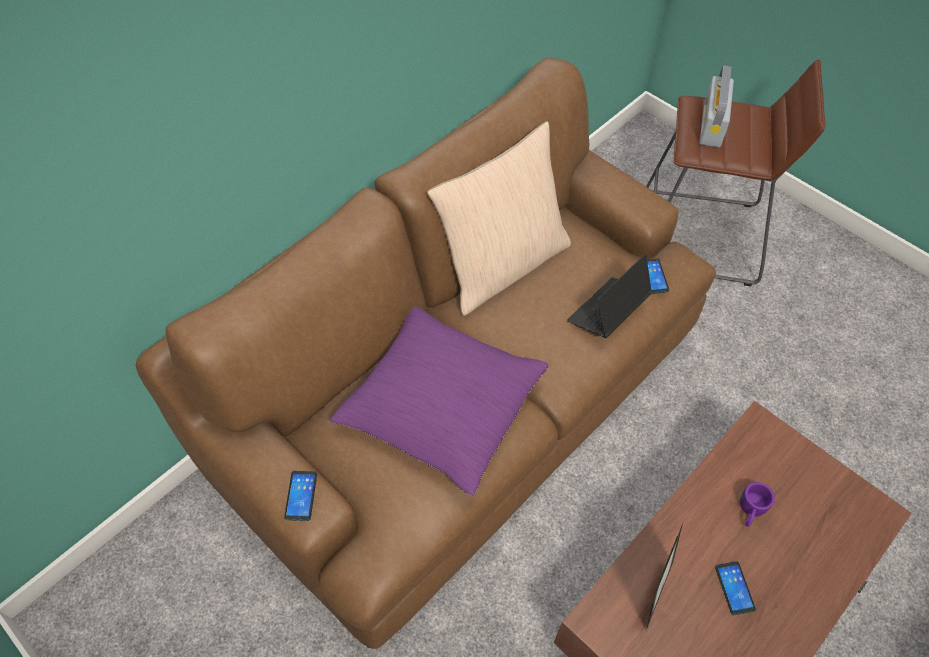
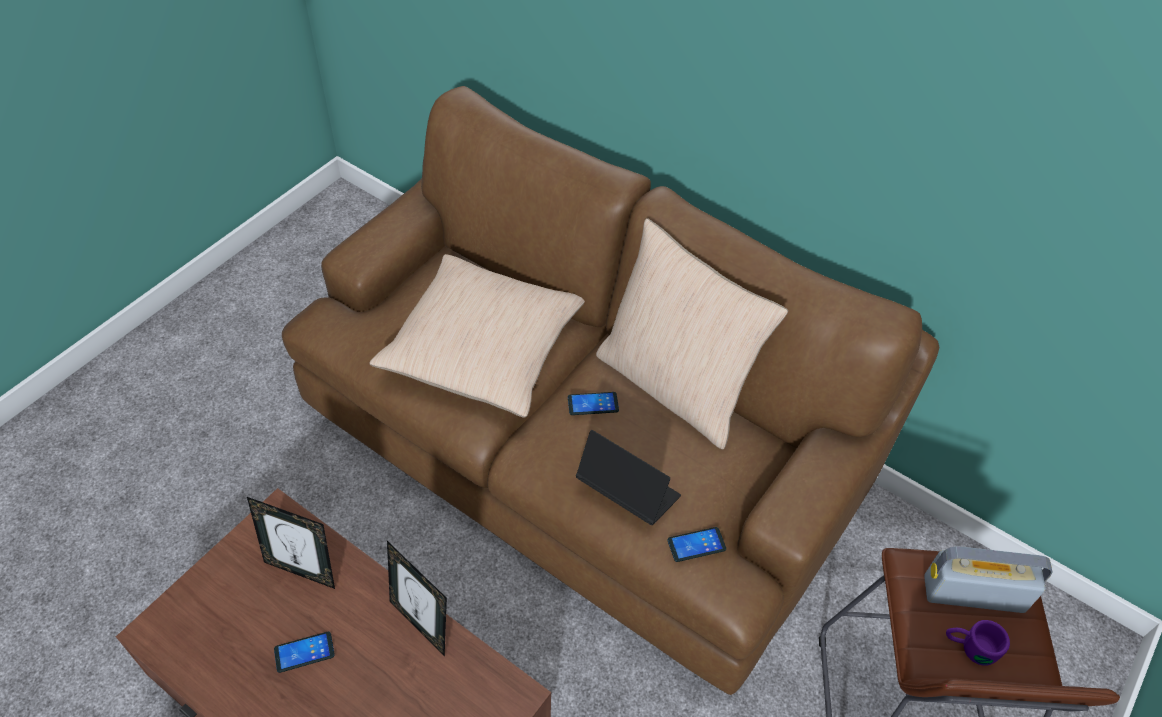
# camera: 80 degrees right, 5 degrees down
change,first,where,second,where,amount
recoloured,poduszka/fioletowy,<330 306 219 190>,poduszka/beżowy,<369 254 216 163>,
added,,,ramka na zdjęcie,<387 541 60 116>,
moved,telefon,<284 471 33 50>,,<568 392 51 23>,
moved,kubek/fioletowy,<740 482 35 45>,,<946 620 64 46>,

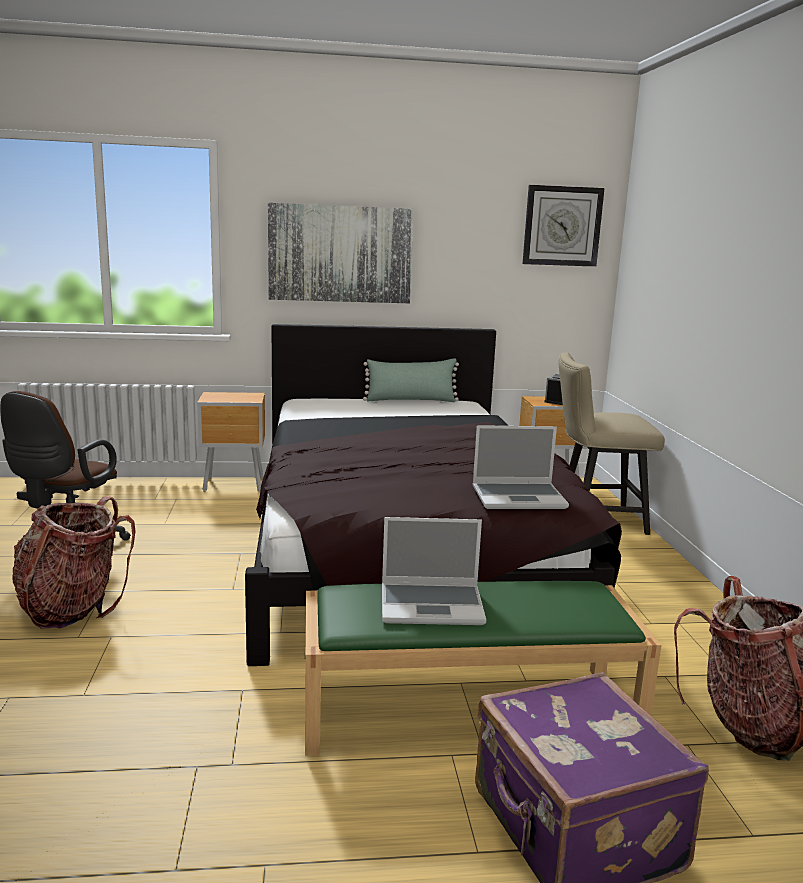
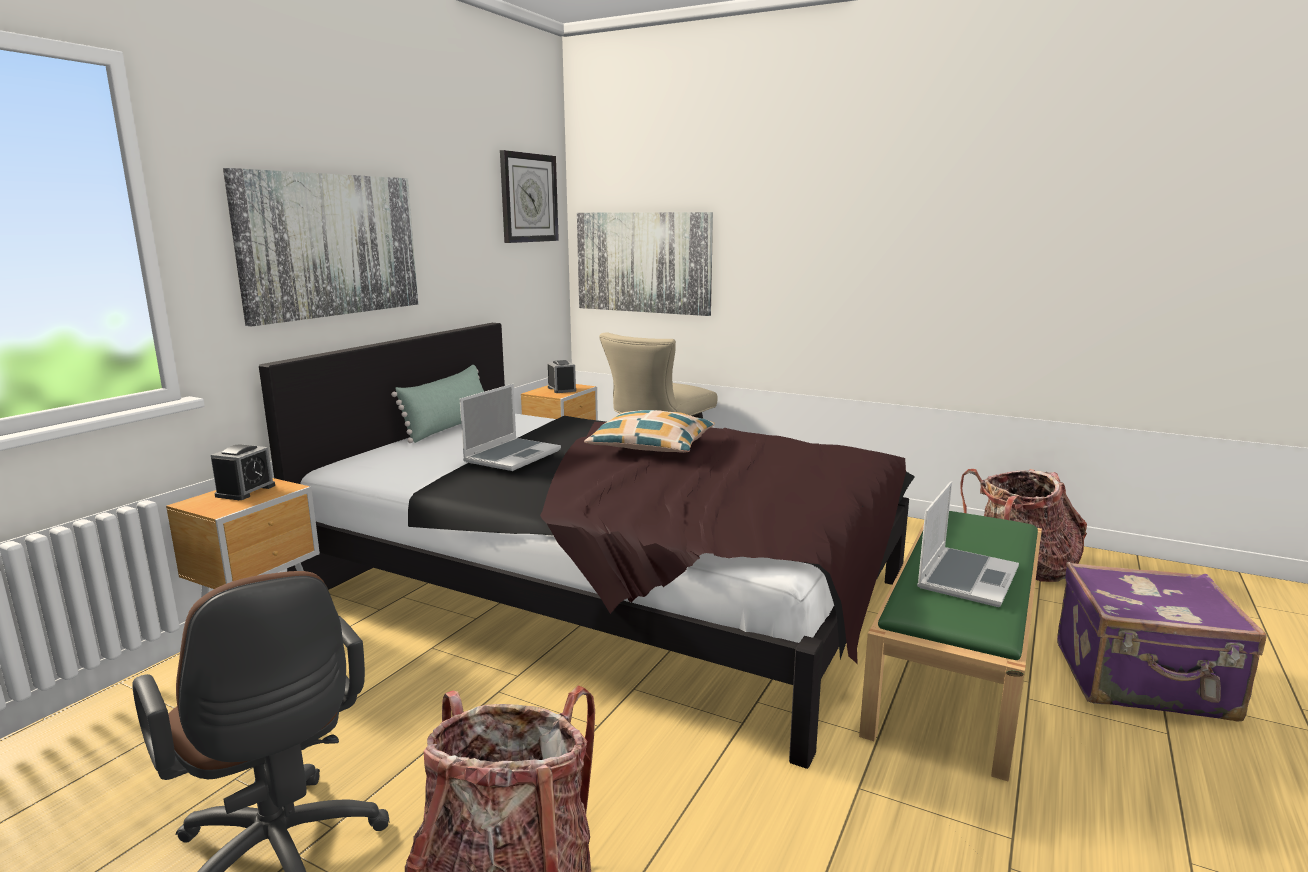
# camera: 55 degrees left, 0 degrees up
change,first,where,second,where,amount
added,,,budzik,<211 444 64 56>,
moved,laptop,<472 425 97 84>,,<460 384 101 87>,
added,,,obraz,<577 212 136 104>,
added,,,poduszka,<584 410 131 43>,

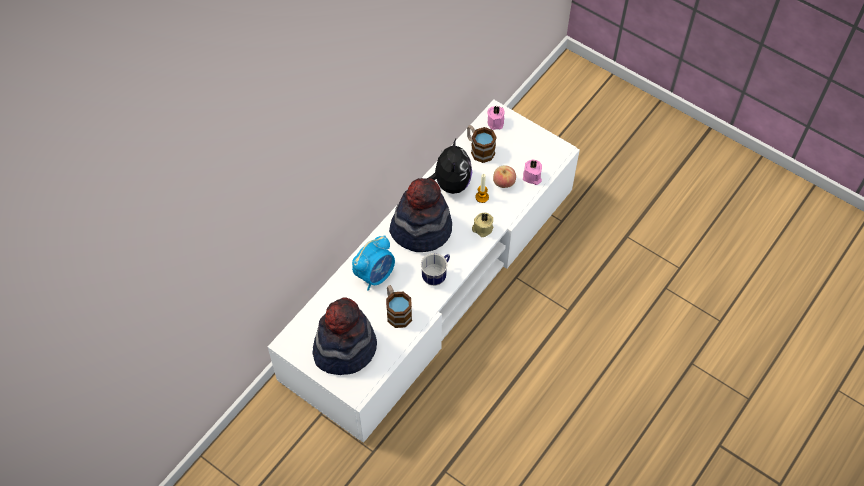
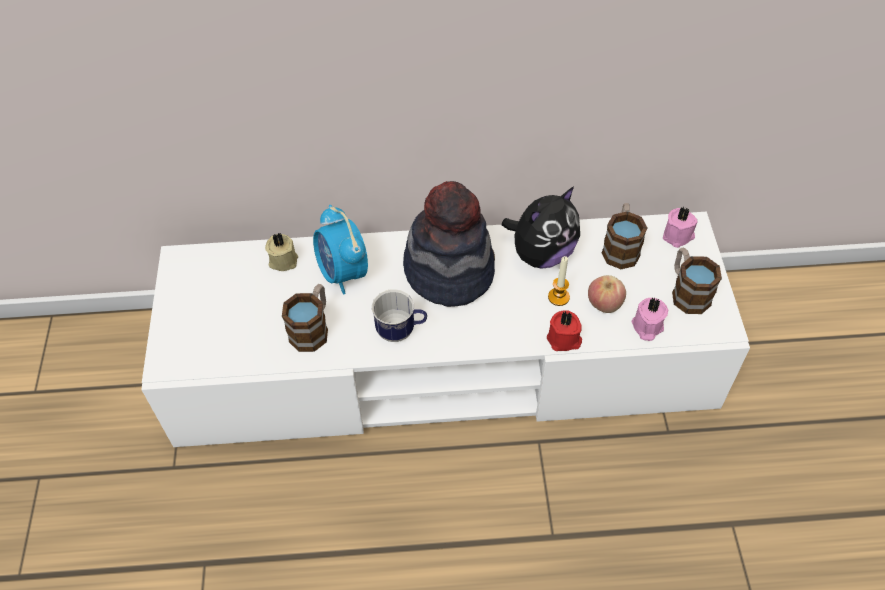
# camera: 50 degrees right, 5 degrees down
change,first,where,second,where,amount
moved,świeca/beżowy,<472 213 21 24>,,<265 233 33 38>,
turned,budzik,<352 235 43 56>,,<313 205 55 89>,60 degrees clockwise
added,,,świeca/czerwony,<547 311 35 40>,
added,,,kubek,<672 248 50 66>,
removed,kapelusz,<312 297 65 78>,,,

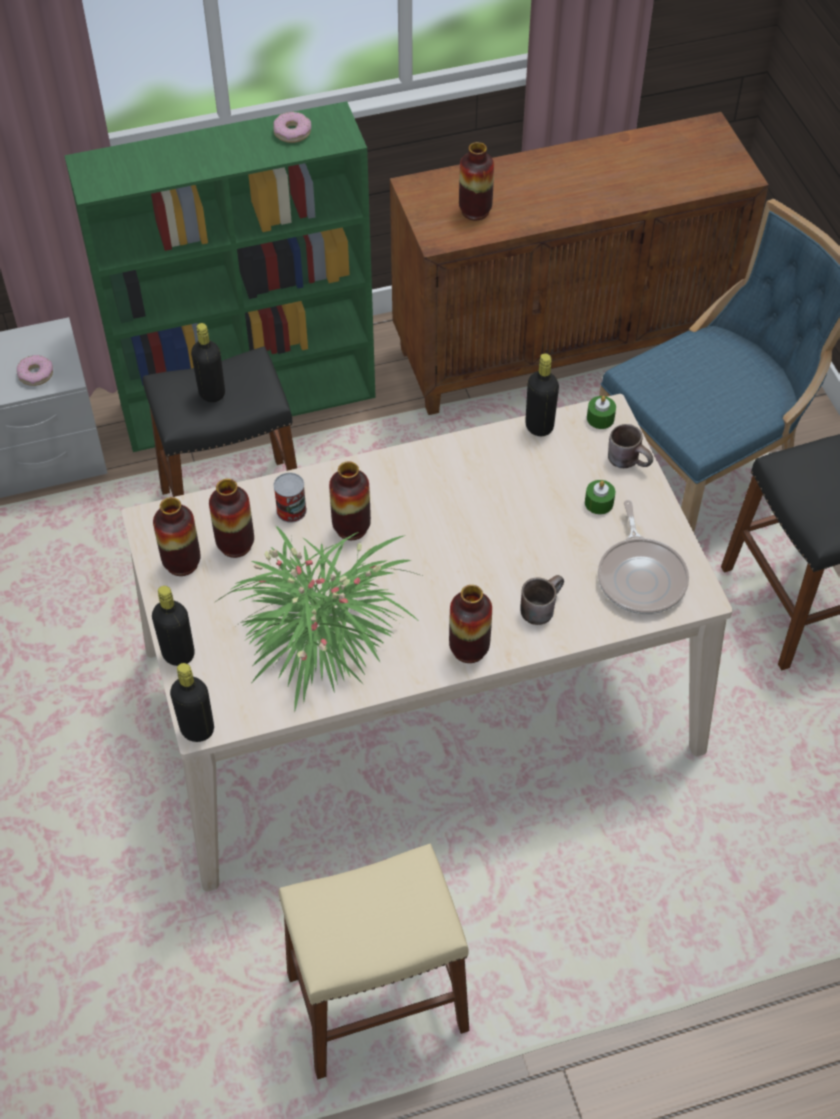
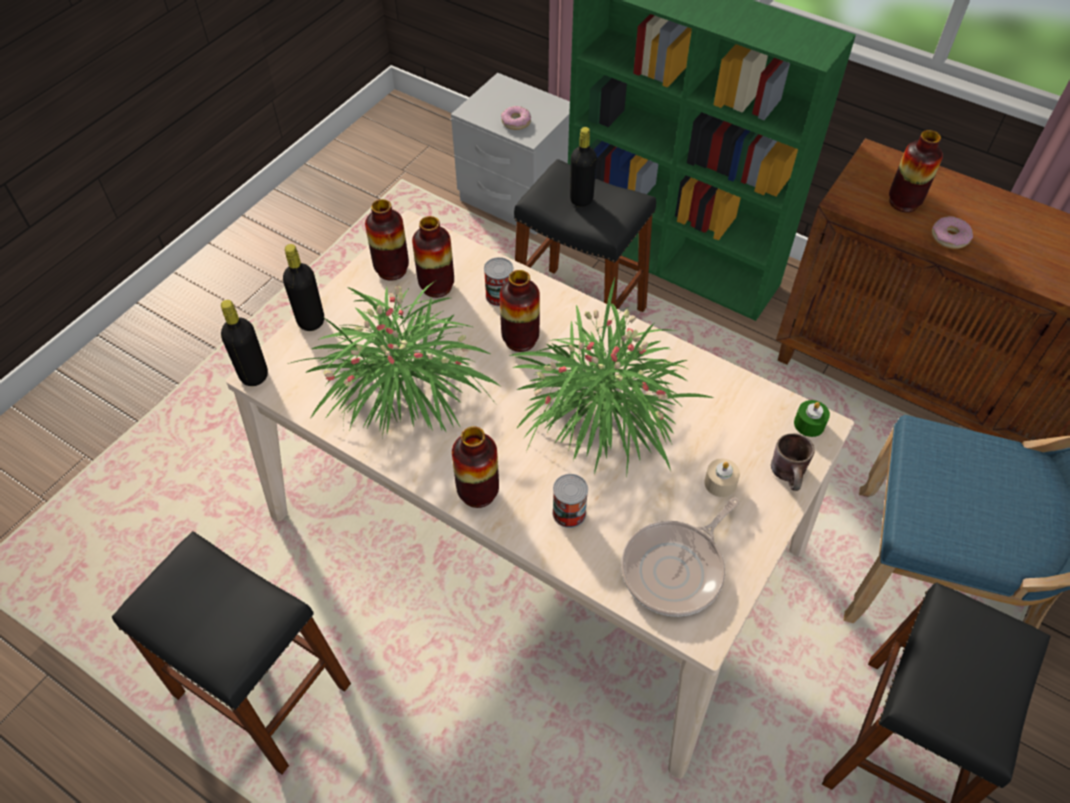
# camera: 50 degrees right, 0 degrees up
change,first,where,second,where,amount
recoloured,stołek/beżowy,<278 844 191 235>,stołek/czarny,<112 531 239 243>,
added,,,roślina doniczkowa,<509 278 204 202>,
replaced,kubek/brązowy,<520 575 44 50>,puszka,<552 474 36 54>,
recoloured,świeca/zielony,<585 480 30 34>,świeca/beżowy,<704 459 36 38>,
moved,donut,<273 112 38 31>,,<932 216 41 33>,
removed,butelka/czarny,<525 353 34 83>,,,

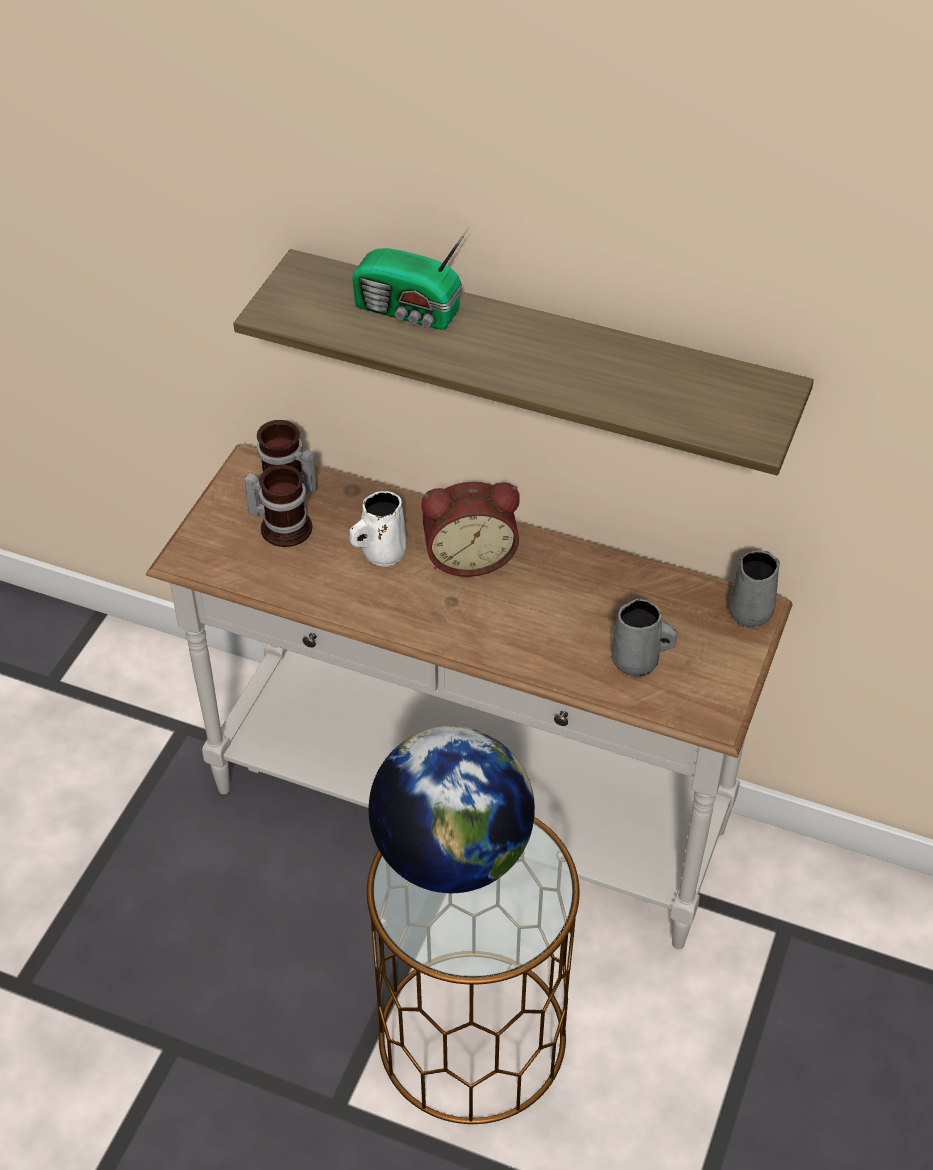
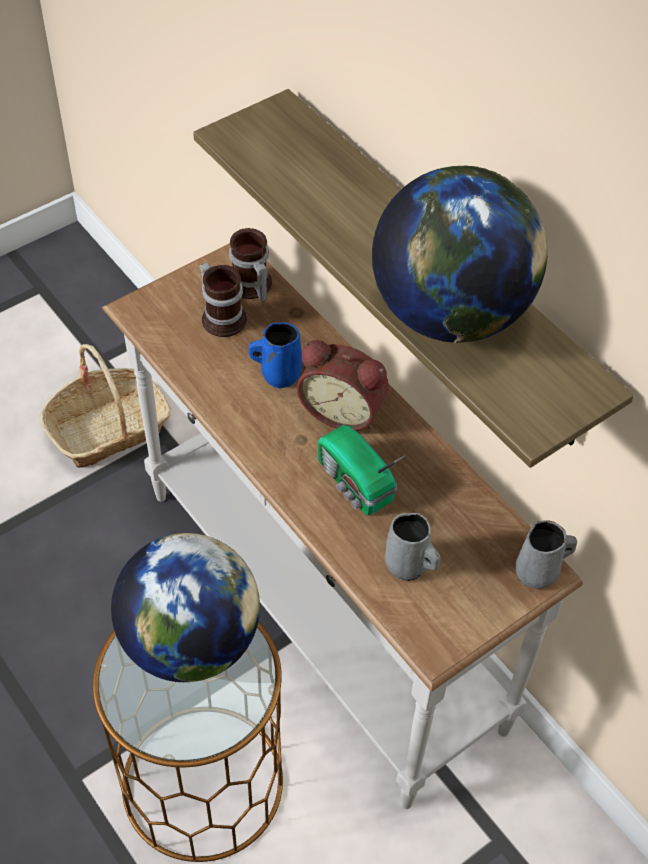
# camera: 30 degrees right, 5 degrees up
change,first,where,second,where,amount
added,,,koszyk,<39 344 132 124>,
recoloured,kubek/biały,<350 491 57 76>,kubek/niebieski,<249 322 53 66>,
moved,radio,<352 227 117 103>,,<318 425 88 91>,
added,,,globus,<372 166 175 177>,

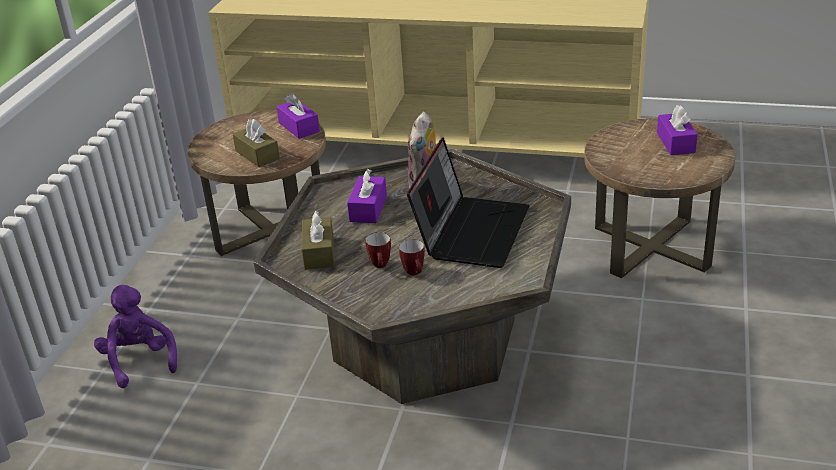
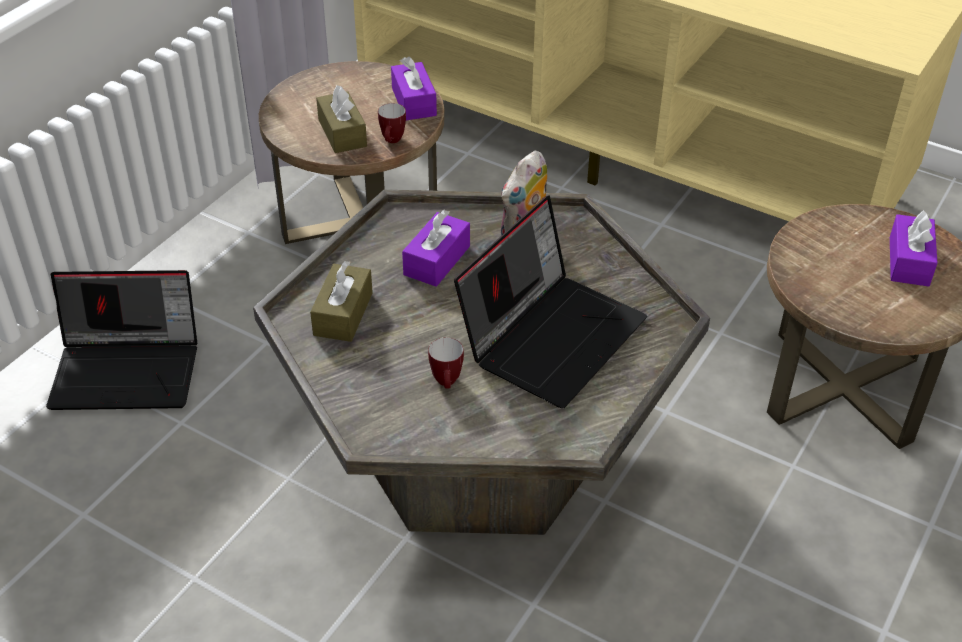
# camera: 15 degrees right, 10 degrees up
change,first,where,second,where,amount
replaced,pluszak/fioletowy,<94 285 83 103>,laptop,<46 270 151 140>,
moved,kubek,<365 232 26 36>,,<378 103 28 40>,

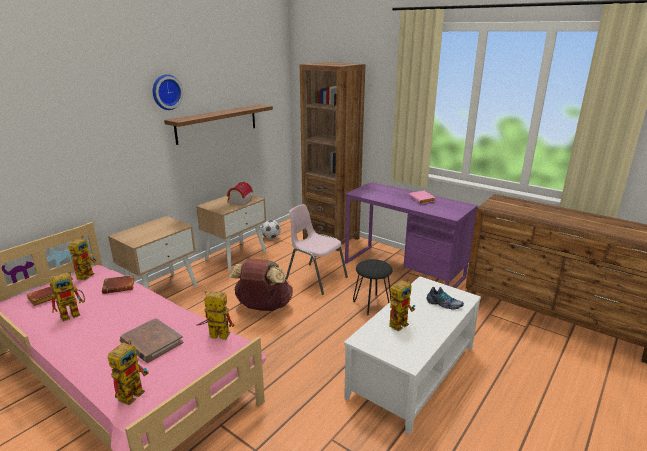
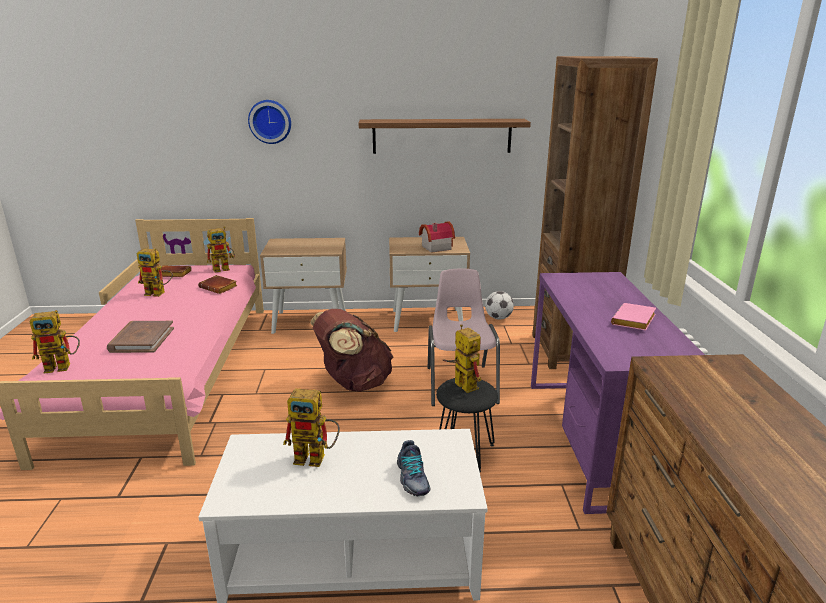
# camera: 50 degrees right, 0 degrees up
change,first,where,second,where,amount
moved,zegar ścienny,<153 74 30 36>,,<248 100 43 44>,
moved,robot zabawkowy,<197 291 37 49>,,<443 324 38 69>,

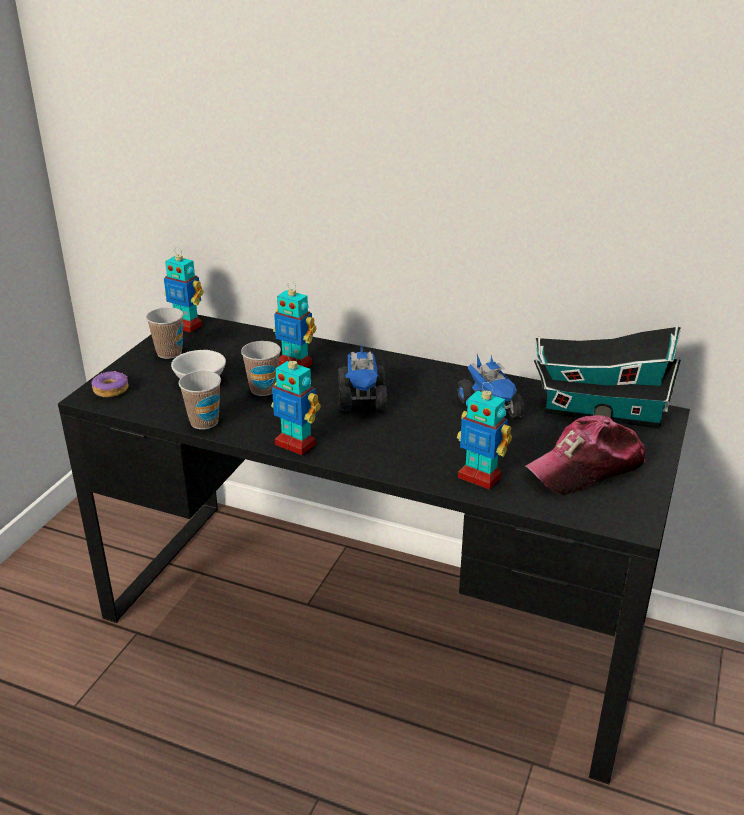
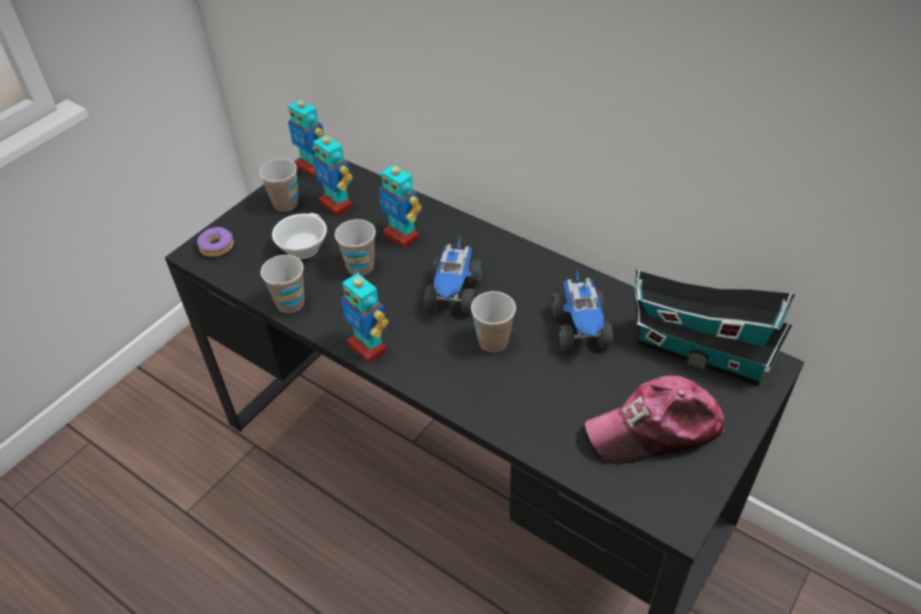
# camera: 15 degrees right, 15 degrees up
change,first,where,second,where,amount
moved,robot zabawkowy,<457 382 55 108>,,<313 130 40 86>,
added,,,filiżanka,<471 291 45 61>,

